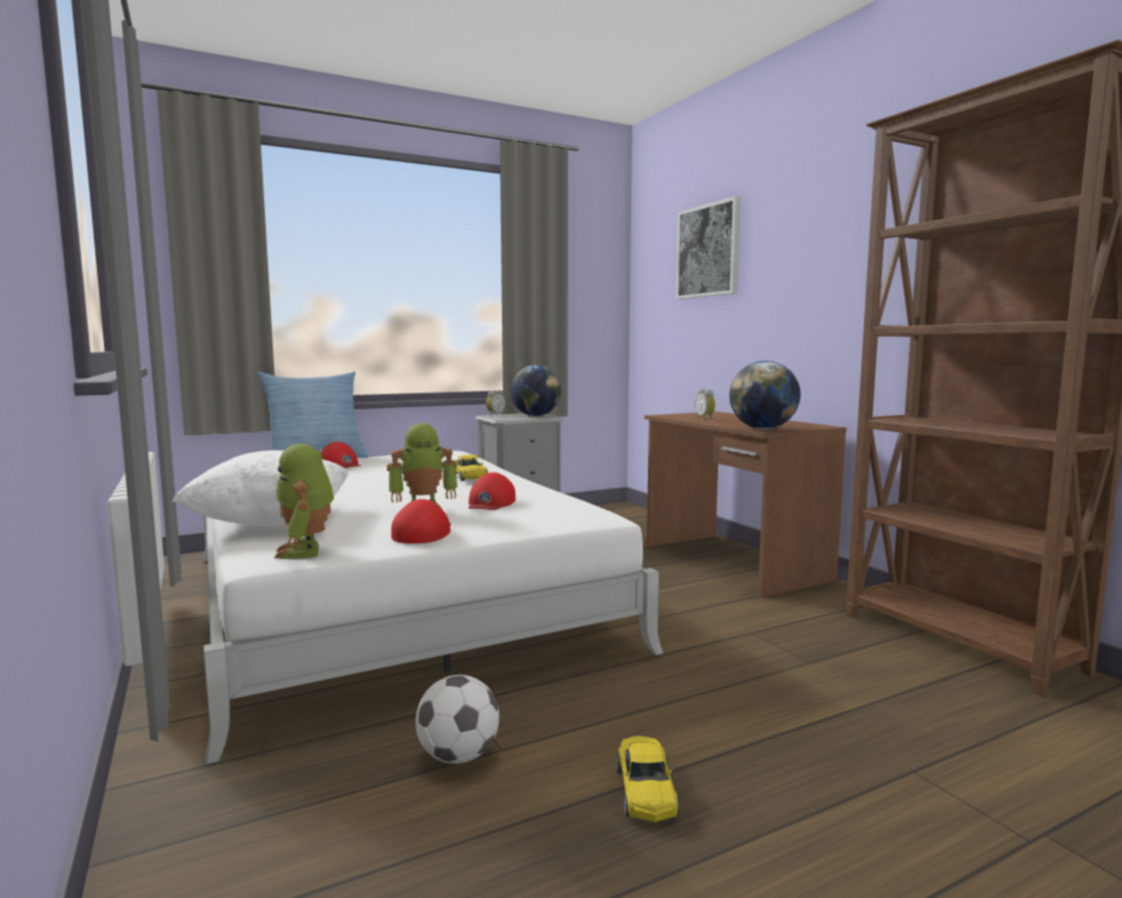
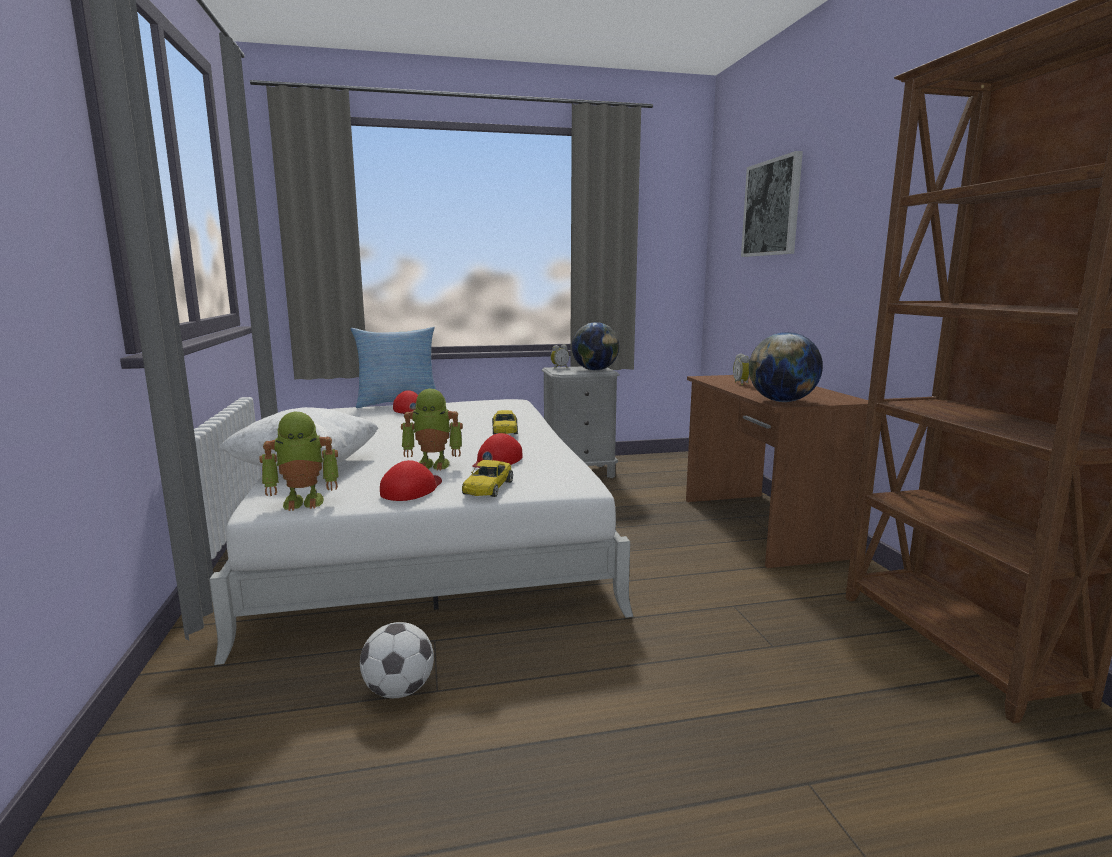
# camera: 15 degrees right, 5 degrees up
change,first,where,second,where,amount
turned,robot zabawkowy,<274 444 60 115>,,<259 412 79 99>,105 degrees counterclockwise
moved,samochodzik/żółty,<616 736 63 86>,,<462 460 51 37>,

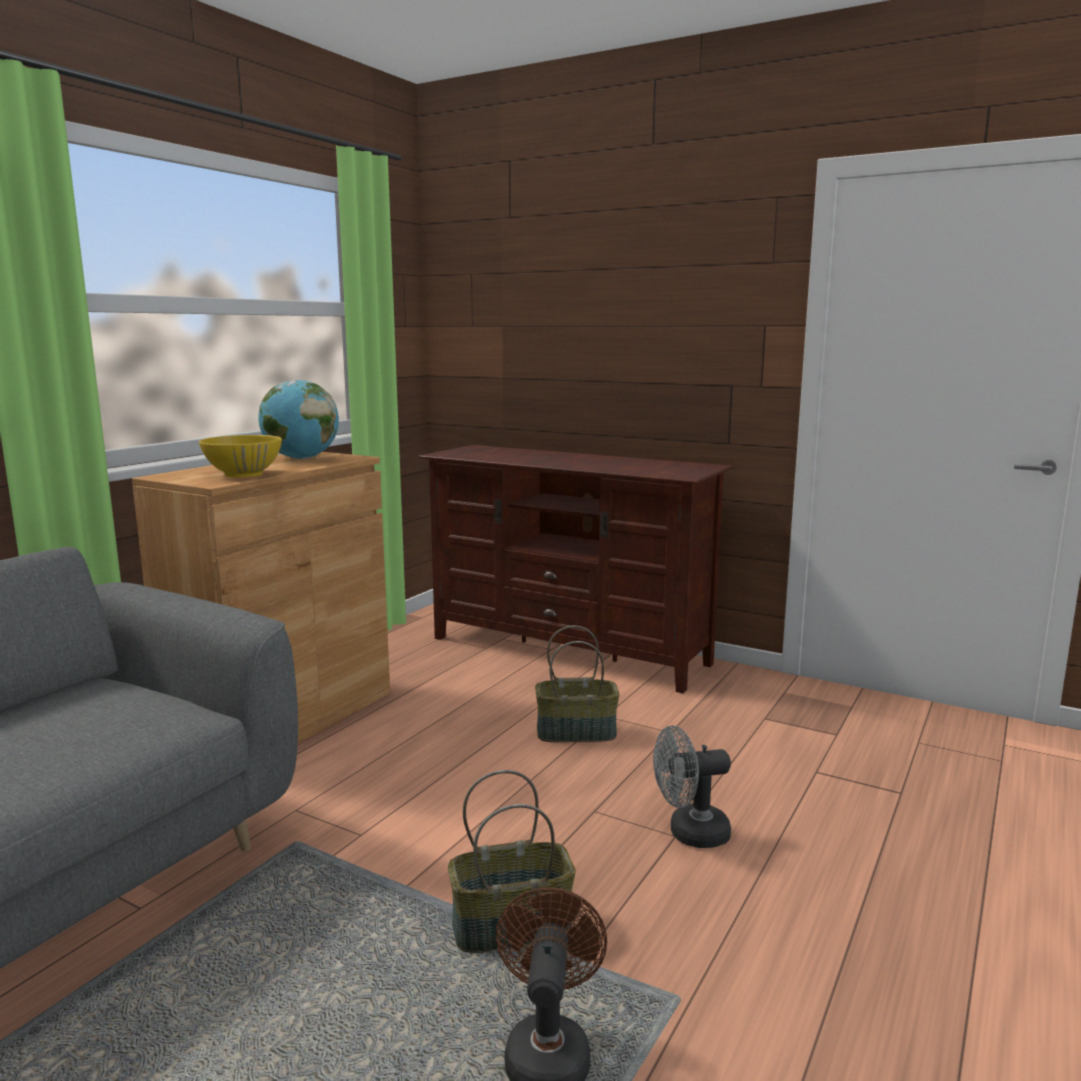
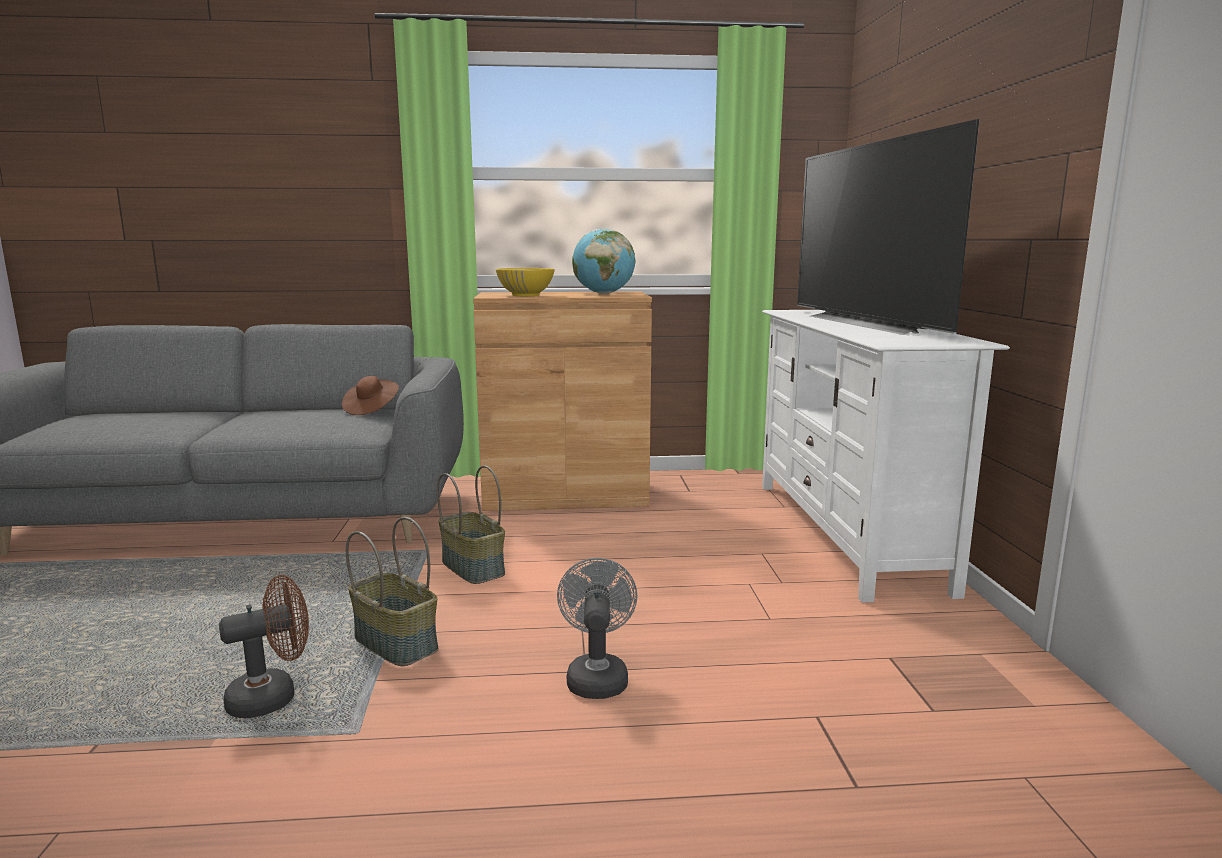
# camera: 55 degrees right, 0 degrees up
change,first,where,second,where,amount
added,,,kapelusz/brązowy,<342 376 57 39>,
moved,koszyk,<535 626 85 116>,,<437 465 68 119>,
turned,wentylator/szary,<653 725 78 123>,,<557 558 81 141>,45 degrees clockwise
recoloured,szafka pod telewizor/brązowy,<419 445 315 248>,szafka pod telewizor/biały,<762 310 248 293>,
added,,,telewizor,<797 119 182 216>,

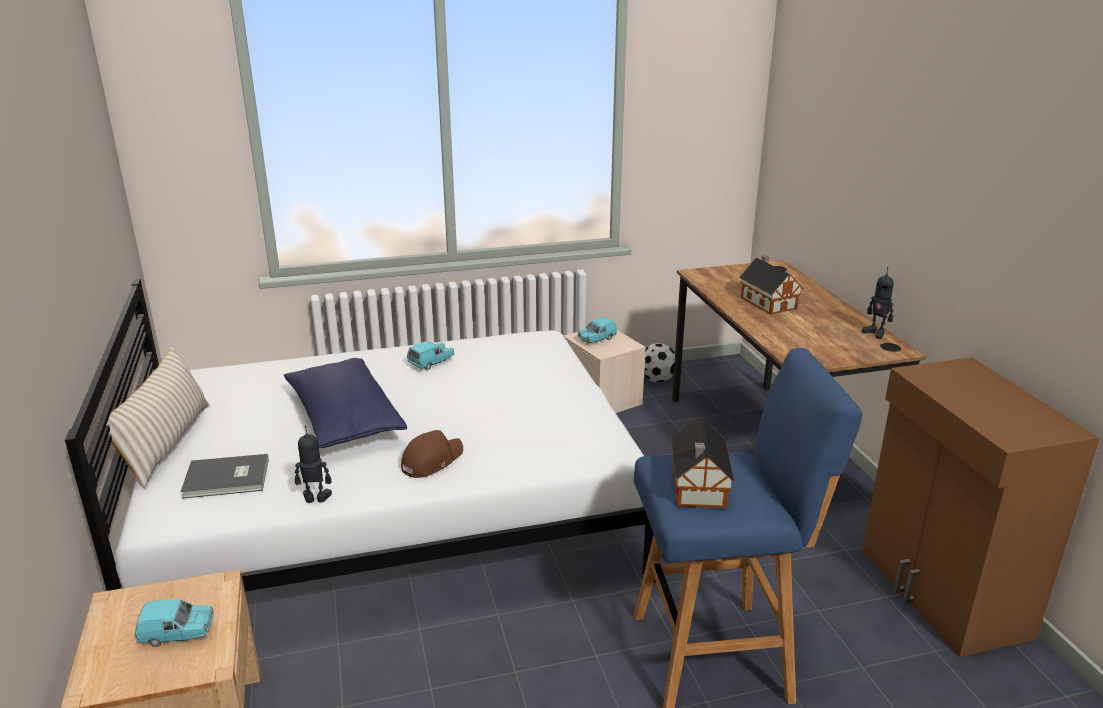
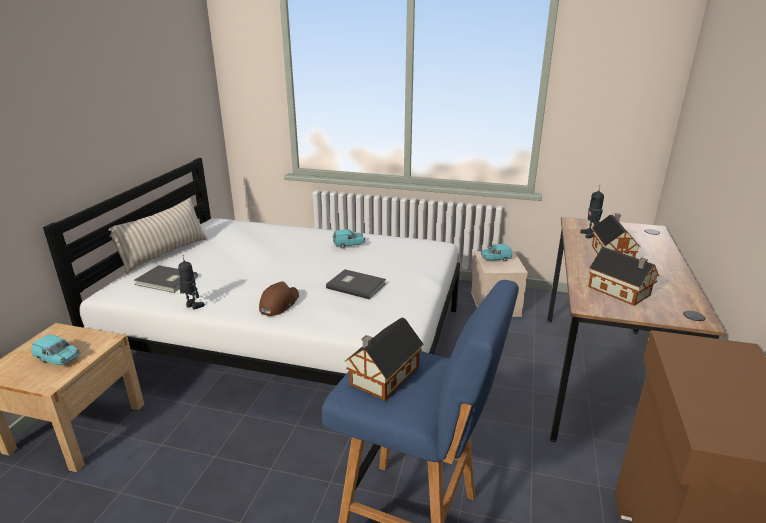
# camera: 30 degrees right, 0 degrees up
change,first,where,second,where,amount
turned,czapka z daszkiem/brązowy,<401 430 62 48>,,<259 281 40 35>,45 degrees counterclockwise
added,,,książka/szary,<326 269 60 30>,
moved,robot zabawkowy,<862 267 32 72>,,<580 185 24 53>,
added,,,domek,<588 247 71 59>,
removed,poduszka/niebieski,<284 358 123 90>,,,
removed,piłka futbolowa,<644 343 31 40>,,,

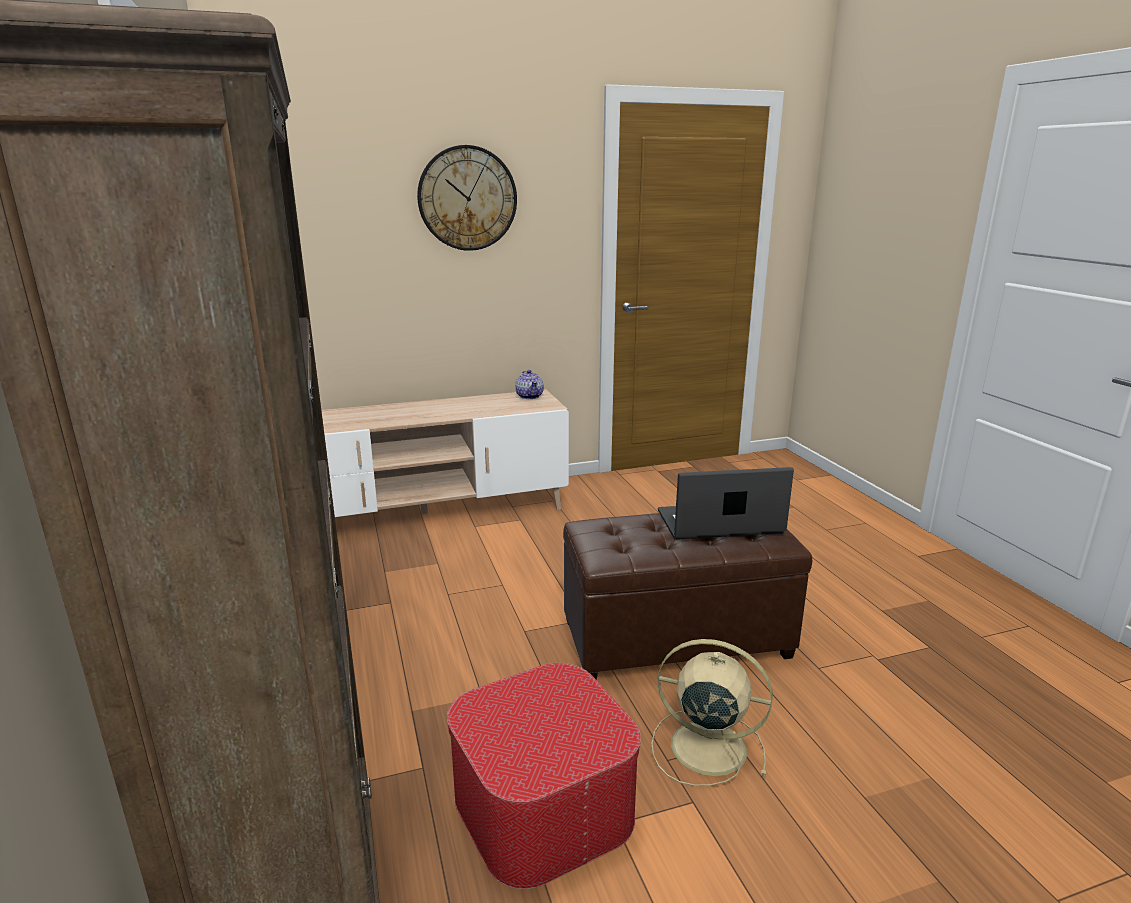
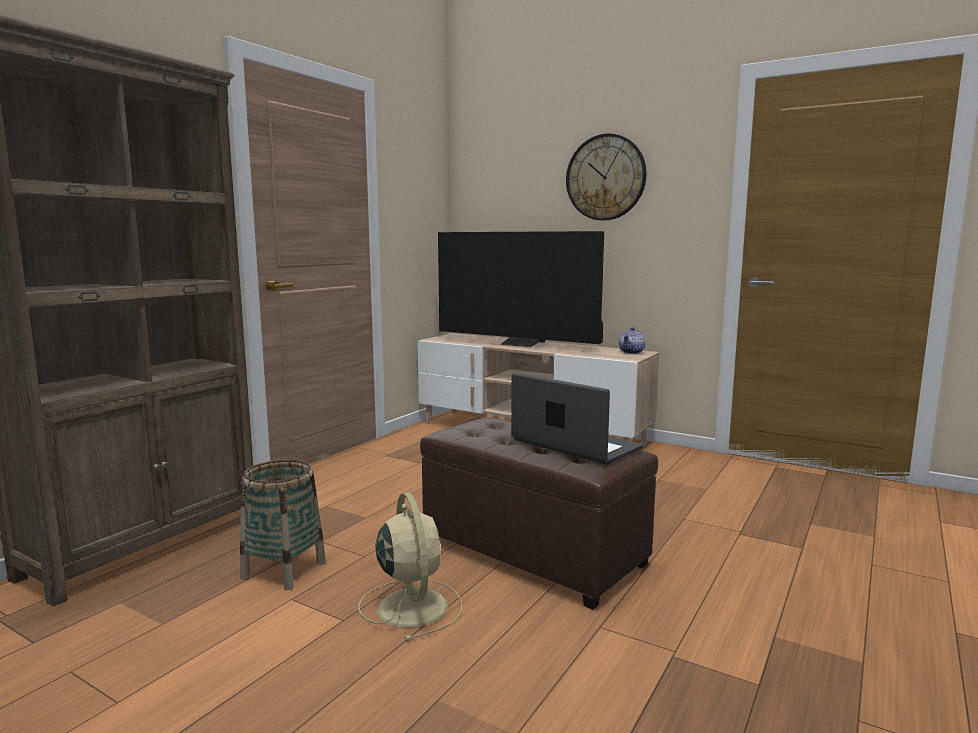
# camera: 50 degrees right, 10 degrees down
change,first,where,second,where,amount
replaced,pufa,<447 663 194 226>,koszyk,<240 460 86 130>,
added,,,telewizor,<438 231 166 116>,

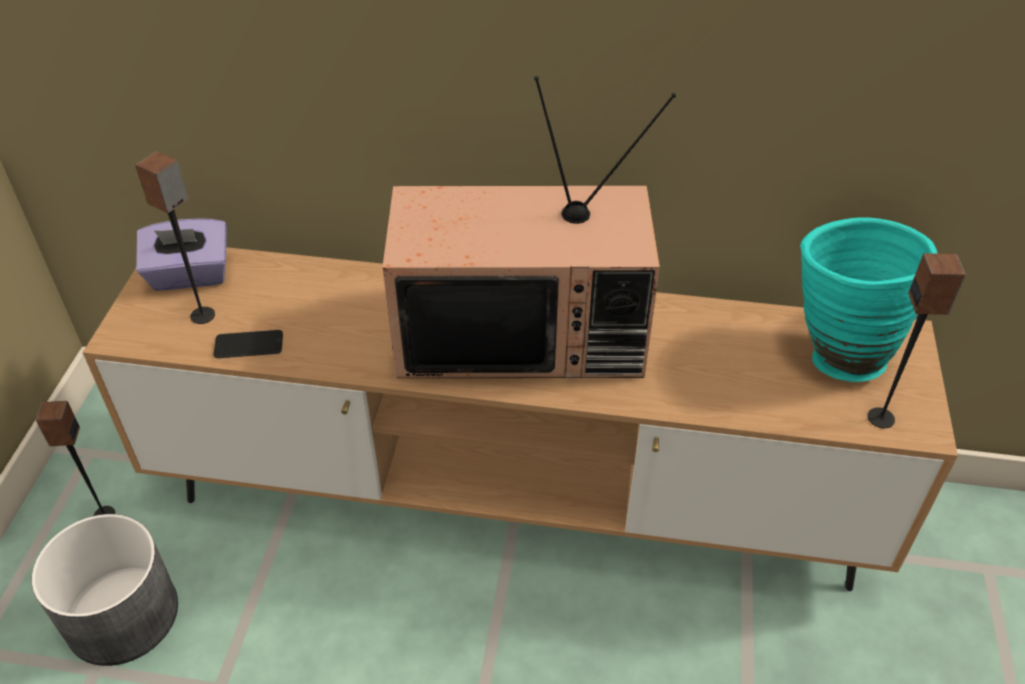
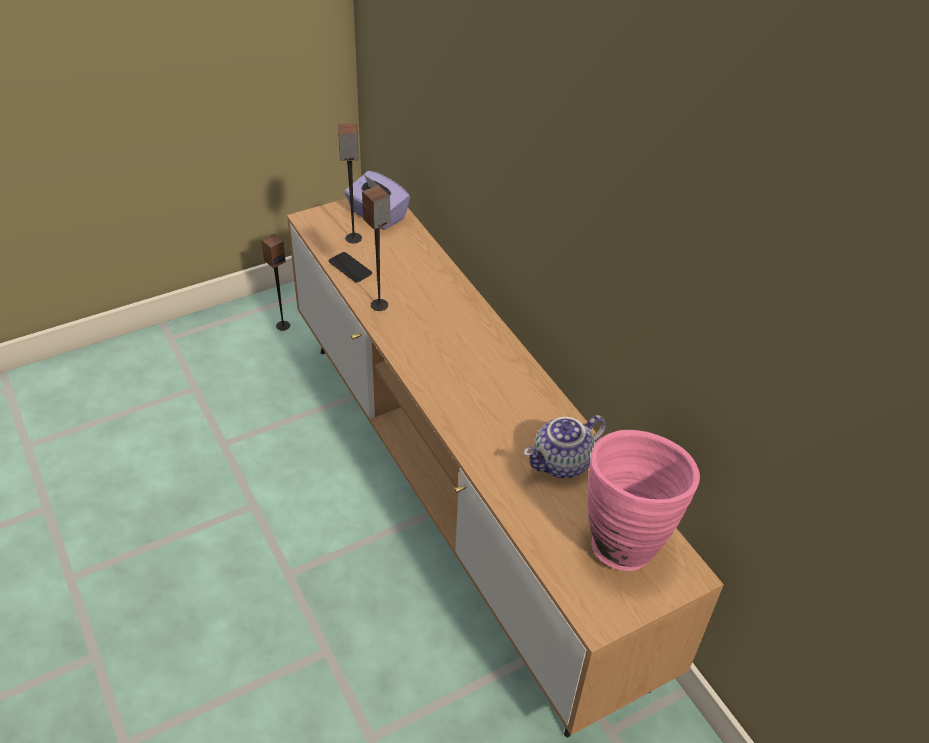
# camera: 50 degrees right, 0 degrees up
change,first,where,second,where,amount
moved,głośnik,<867 253 99 175>,,<362 185 29 126>,
added,,,imbryk,<523 415 83 63>,
recoloured,wazon/turkusowy,<800 217 138 165>,wazon/różowy,<588 430 112 141>,
removed,donica/szary,<31 514 147 152>,,,
removed,telewizor,<382 76 294 302>,,,

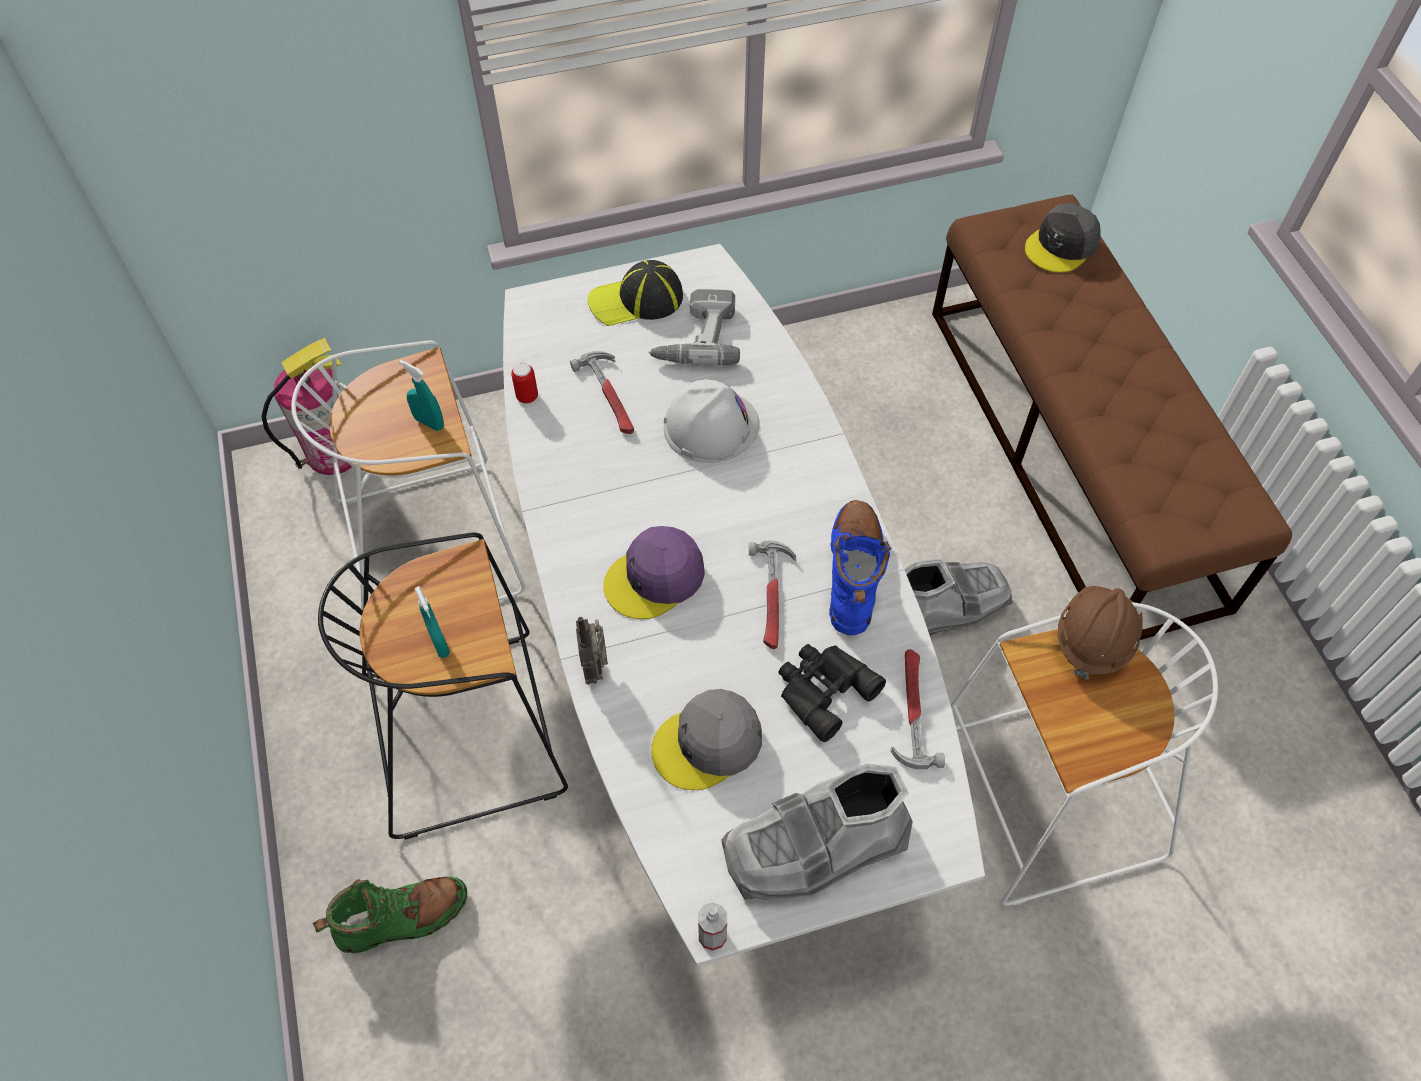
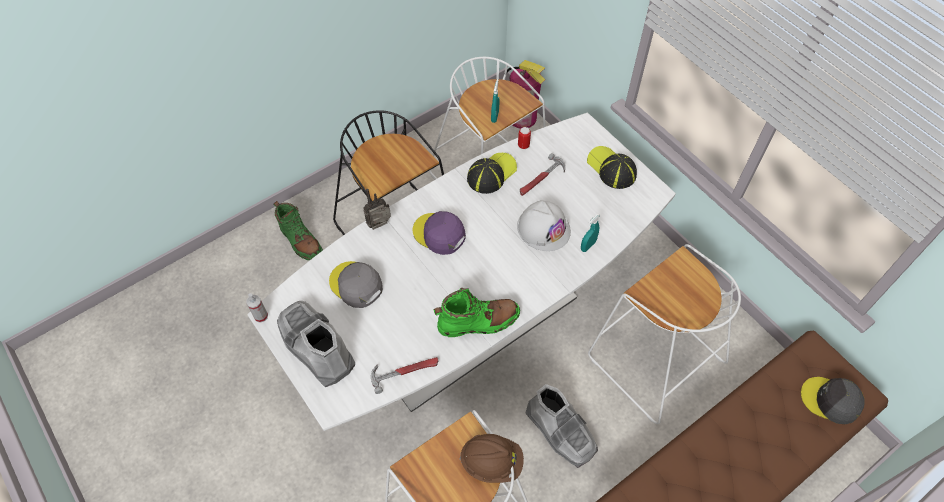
# camera: 70 degrees right, 0 degrees up
change,first,where,second,where,amount
recoloured,but z cholewką/niebieski,<829 500 62 135>,but z cholewką/zielony,<433 288 87 49>,
added,,,czapka z daszkiem,<467 153 50 41>,
moved,spryskiwacz/turkusowy,<415 586 35 72>,,<581 213 19 39>,
added,,,stołek/biały,<588 244 153 180>,
removed,wiertarka,<648 289 92 78>,,,
removed,młotek,<749 541 47 108>,,,
removed,lornetka/czarny,<778 644 108 98>,,,

